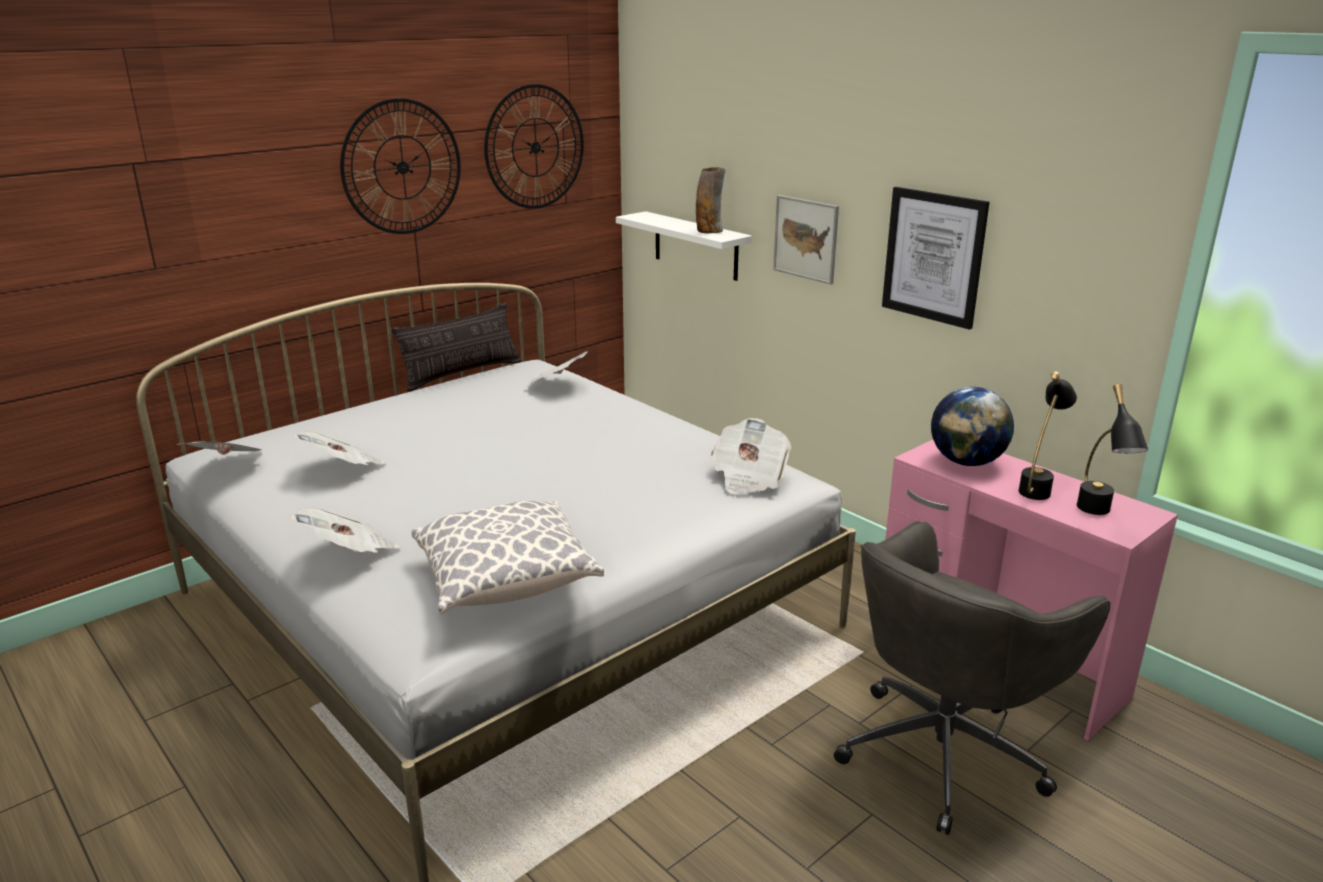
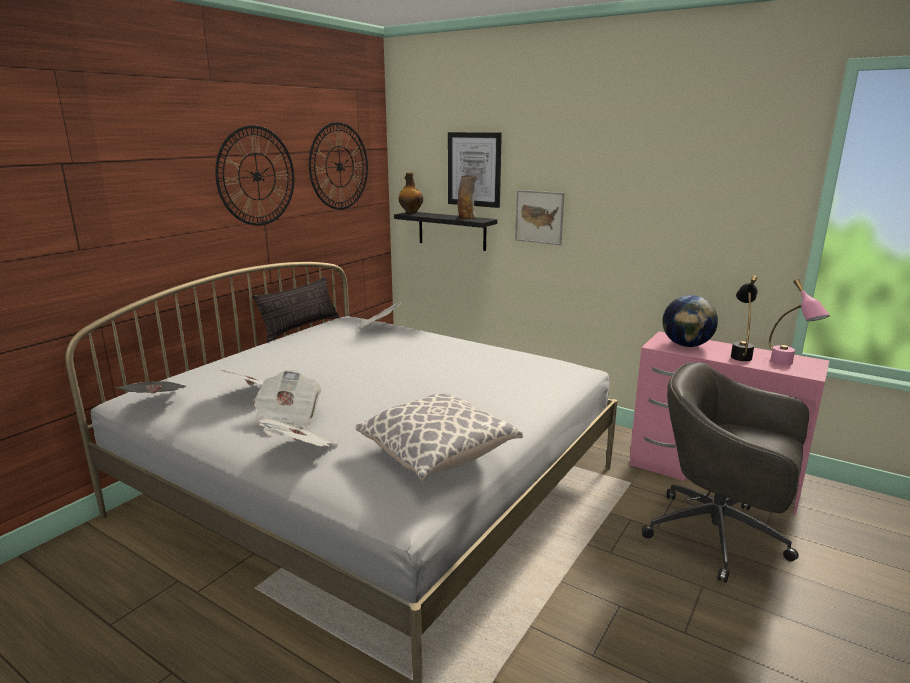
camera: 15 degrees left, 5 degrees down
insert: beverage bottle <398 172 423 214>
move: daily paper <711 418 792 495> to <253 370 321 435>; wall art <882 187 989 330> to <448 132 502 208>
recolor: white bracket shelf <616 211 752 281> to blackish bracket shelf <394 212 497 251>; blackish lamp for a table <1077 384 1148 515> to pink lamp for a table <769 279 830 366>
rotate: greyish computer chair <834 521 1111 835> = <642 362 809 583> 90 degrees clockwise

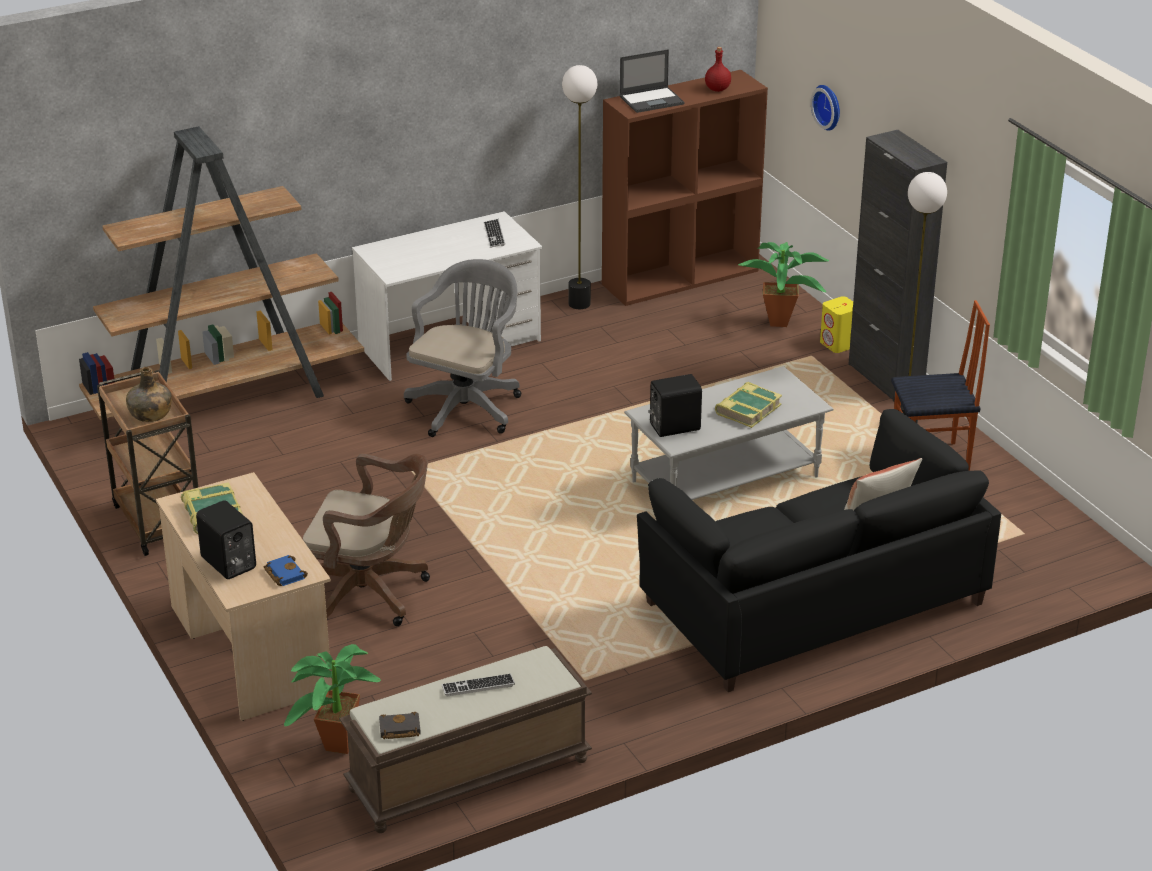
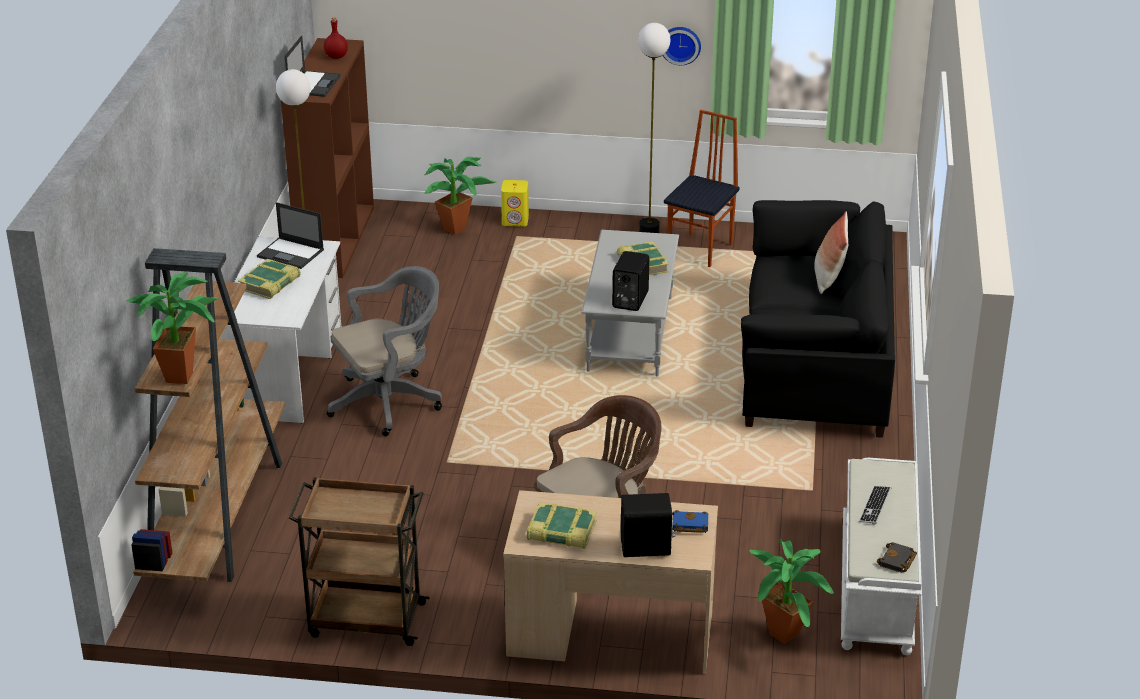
camera: 55 degrees left, 0 degrees up
delete: green-coloured beverage bottle <126 367 172 422>; blackish cabinet <848 130 947 402>
insert: potted plant <126 272 219 384>; bound book <238 259 300 299>
move: hanging clock <811 85 840 131> to <662 27 701 65>
replace: keyboard <484 219 505 248> to notebook computer <257 202 324 269>
recolor: brown long seat <339 646 592 833> to white long seat <841 458 922 655>
rotate: greyish computer chair <404 259 522 437> = <327 266 442 436> 90 degrees clockwise

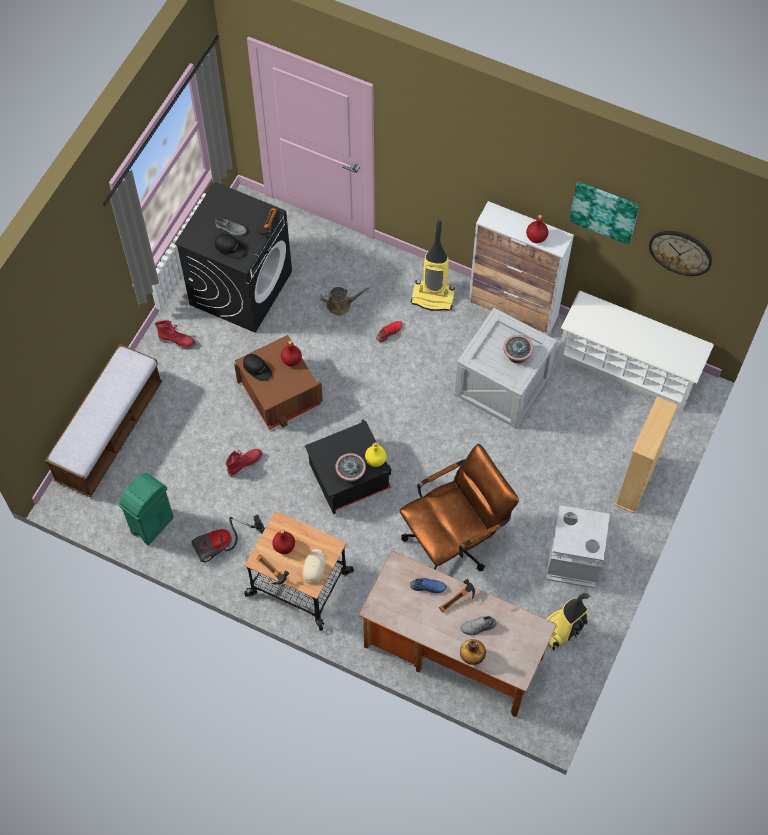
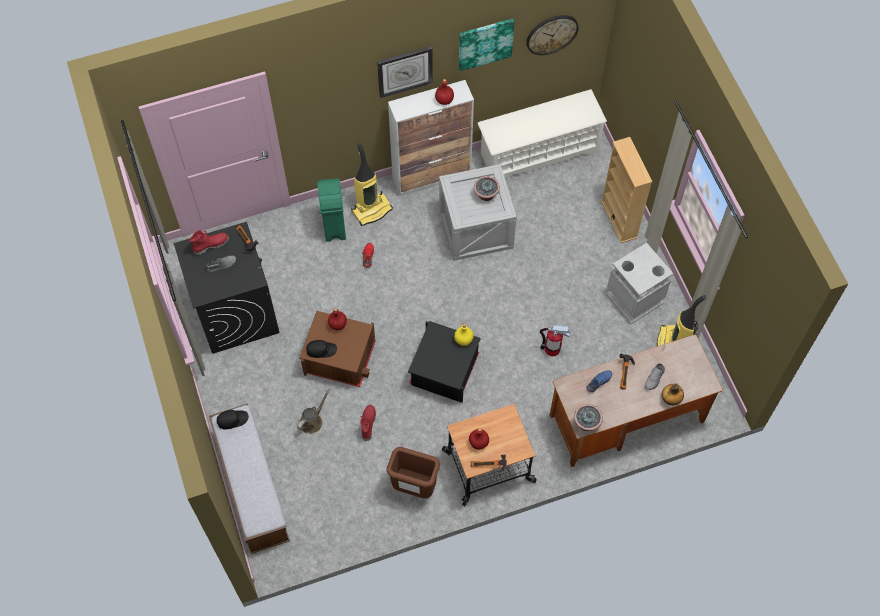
camera: 45 degrees left, 0 degrees up
delete: sand-coloured baseball cap <303 549 325 584>
insert: hanging clock <377 46 433 98>
move: green-coloured trash can <118 473 174 545> to <317 178 346 242>; red-coloured boot <155 320 196 349> to <189 230 229 255>; blackish baseball cap <215 234 247 258> to <217 410 249 429>; brown watering can <320 286 372 316> to <297 388 330 434>; potted plant <335 453 366 482> to <574 404 603 431>
replace: hoover <192 514 265 562> to brown trash can <386 447 440 499>; brown computer chair <399 444 519 571> to extinguisher <539 325 570 356>

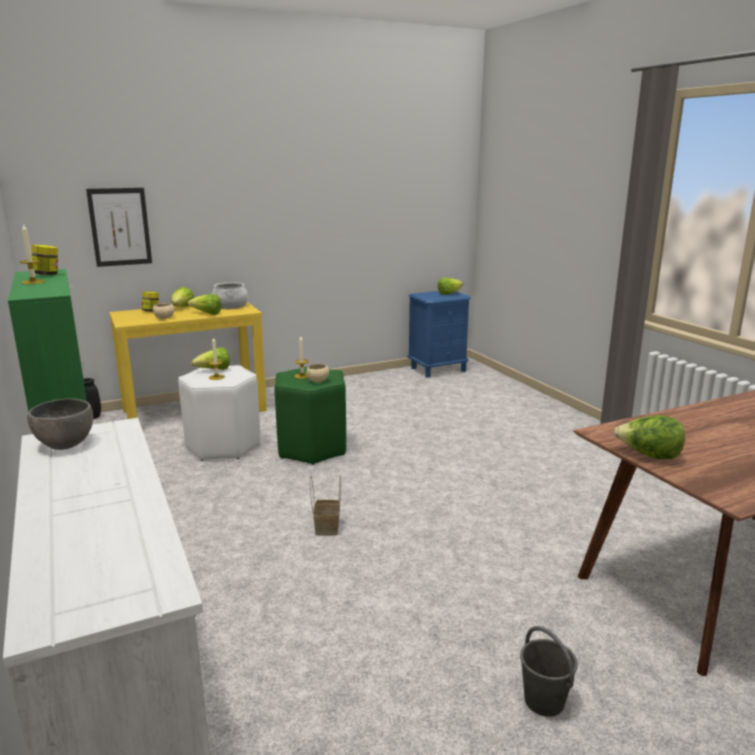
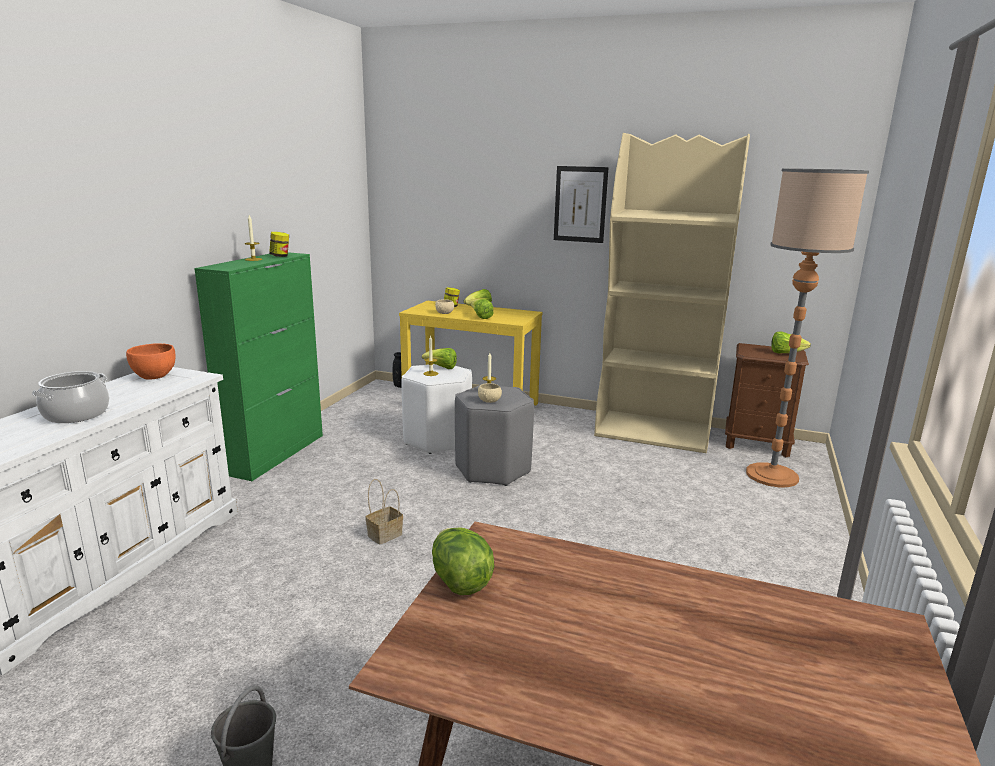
camera: 45 degrees right, 0 degrees up
insert: sand-coloured shelving unit <594 133 750 453>; standard lamp <746 168 869 488>
move: wall art <86 188 152 267> to <554 166 609 243>; saucepot <212 282 248 309> to <32 371 109 423>
recolor: greyish bowl <27 398 93 450> to orange bowl <126 343 176 380>; green-coloured sitting stool <274 367 346 465> to greyish sitting stool <455 385 534 486>; bluish nightstand <408 291 471 378> to brown nightstand <725 343 809 457>

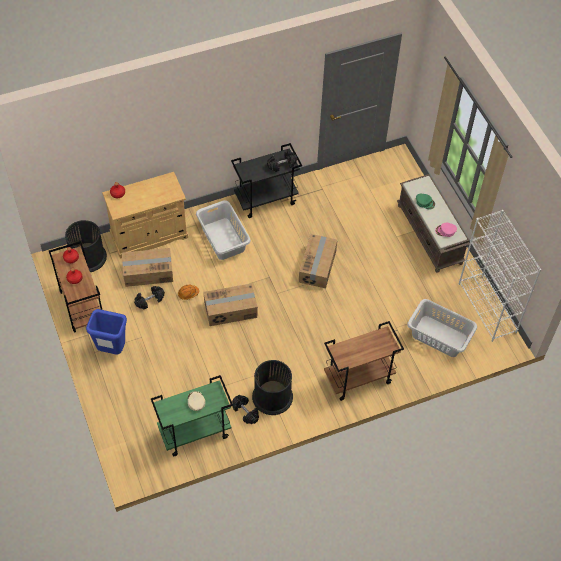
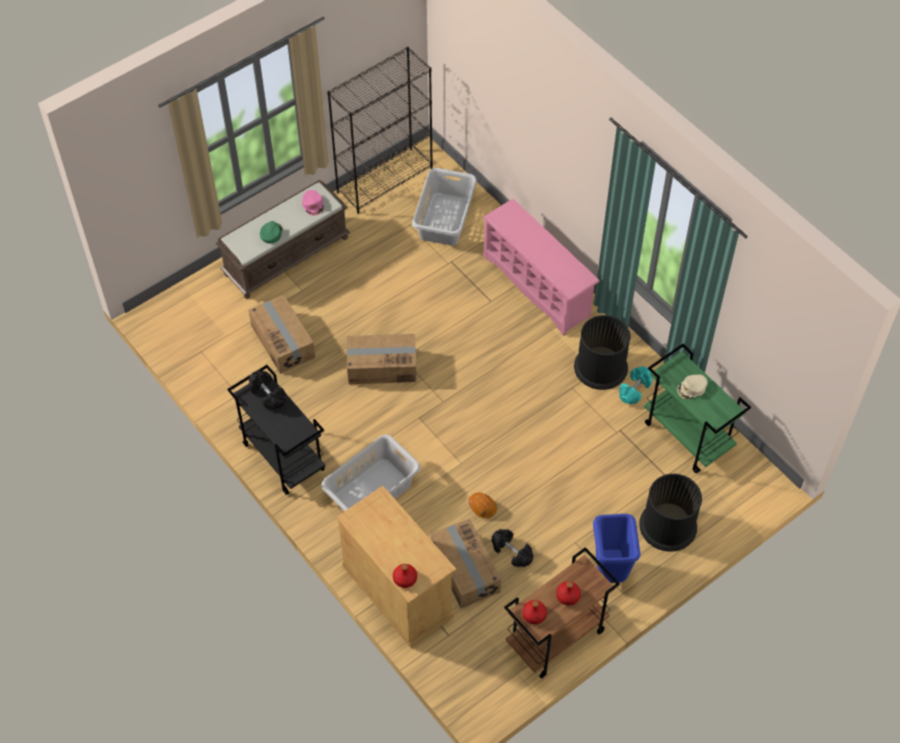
camera: 105 degrees left, 0 degrees up
move: blackish trash can <65 220 107 272> to <639 474 702 552>; carton <203 283 258 326> to <248 295 315 374>
replace: brown cart <324 321 404 401> to pink shoe shelf <483 199 600 335>
recolor: blackish free weight <232 395 259 424> to blue-green free weight <619 366 653 404>; white shelving unit <459 210 541 342> to blackish shelving unit <327 47 433 214>

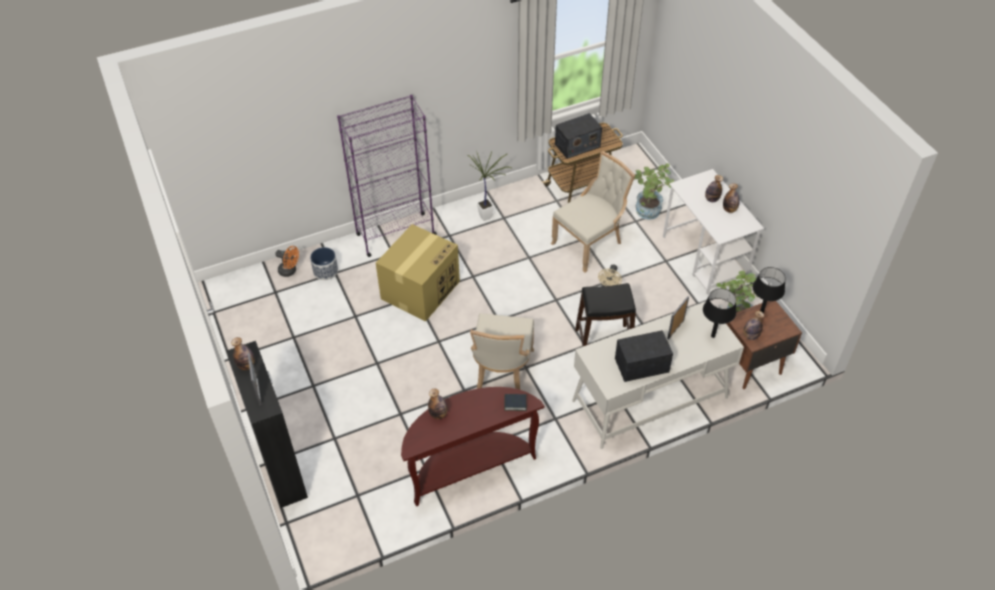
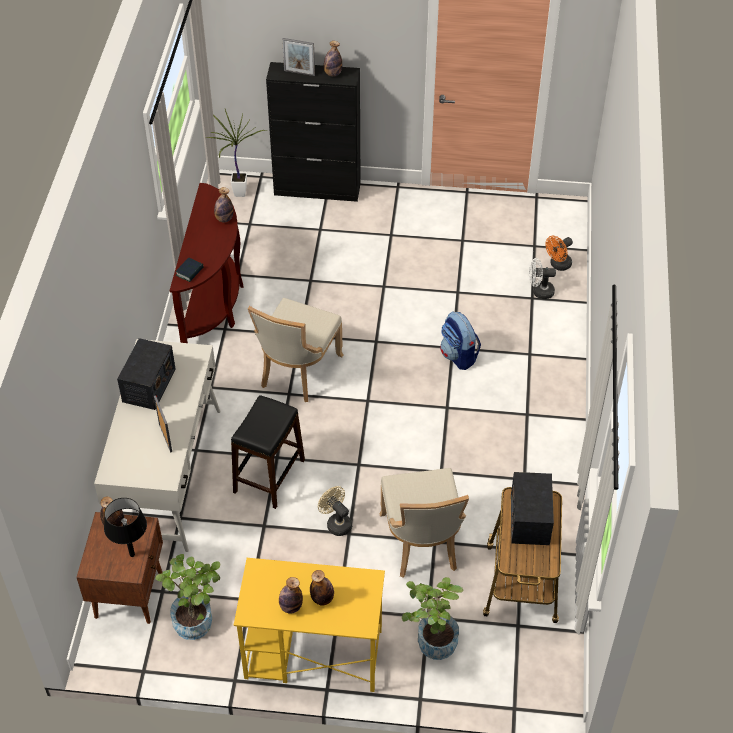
camera: 120 degrees right, 0 degrees up
delete: purple-coloured shelving unit <337 95 437 257>; blackish lamp for a table <703 288 736 338>
move: potted plant <467 152 512 221> to <206 109 267 197>
replace: plant pot <310 247 338 280> to white fan <529 258 556 299>; carton <376 224 460 321> to backpack <440 312 481 370>
recolor: white desk <663 169 764 295> to yellow desk <234 558 385 692>
rotate: sand-coloured chair <470 313 534 389> = <248 298 343 402> 105 degrees counterclockwise

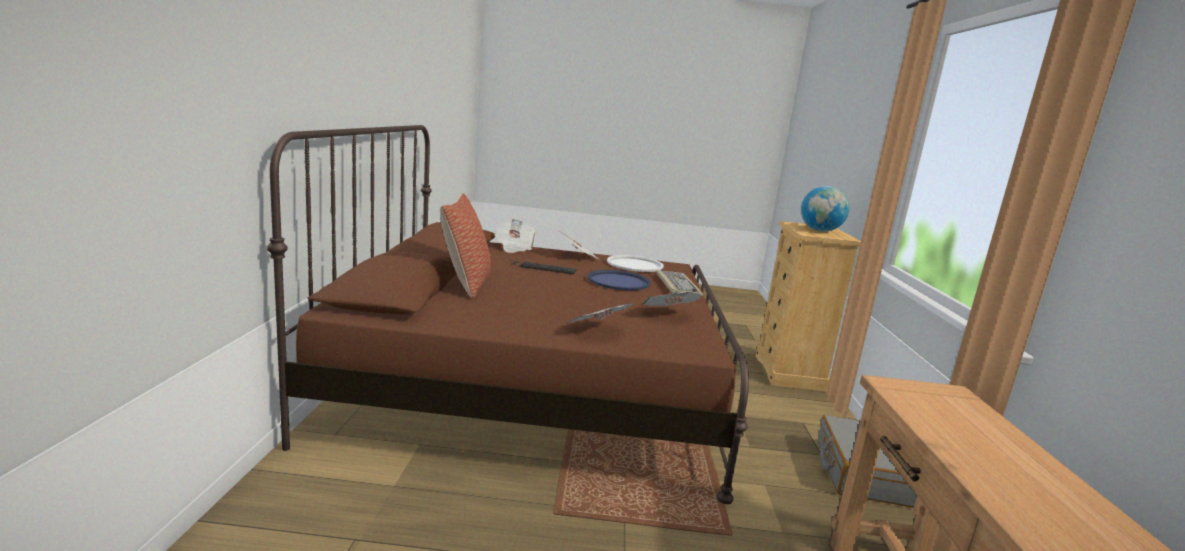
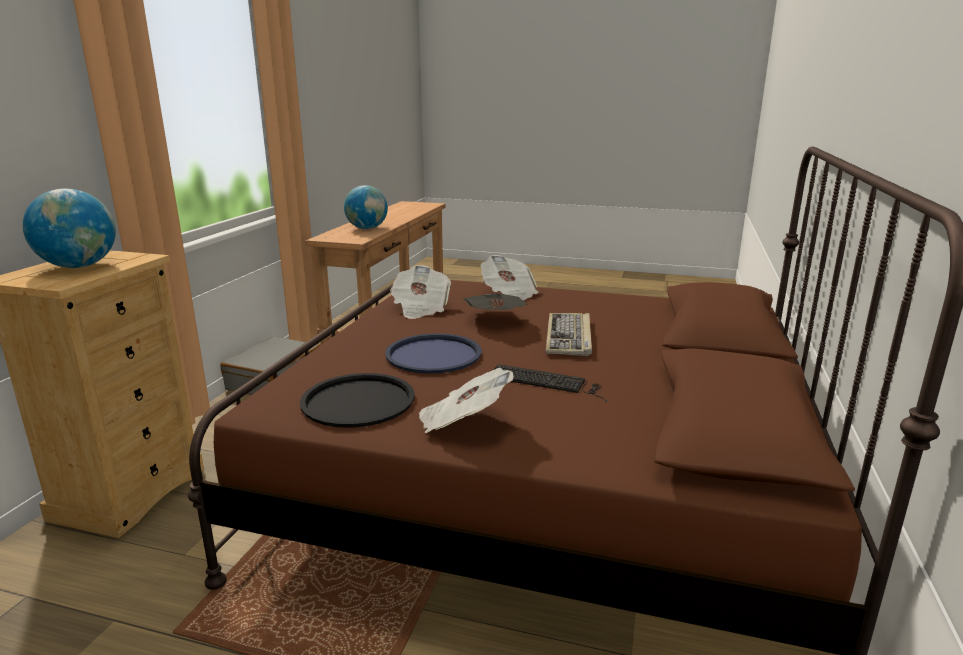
camera: 165 degrees left, 5 degrees up
delete: cushion <440 193 491 299>
insert: desk globe <344 185 388 229>
move: daily paper <494 219 537 253> to <462 294 527 310>; keyboard <656 270 703 296> to <546 313 592 356>
recolor: white tray <607 255 664 272> to blackish tray <300 373 415 428>

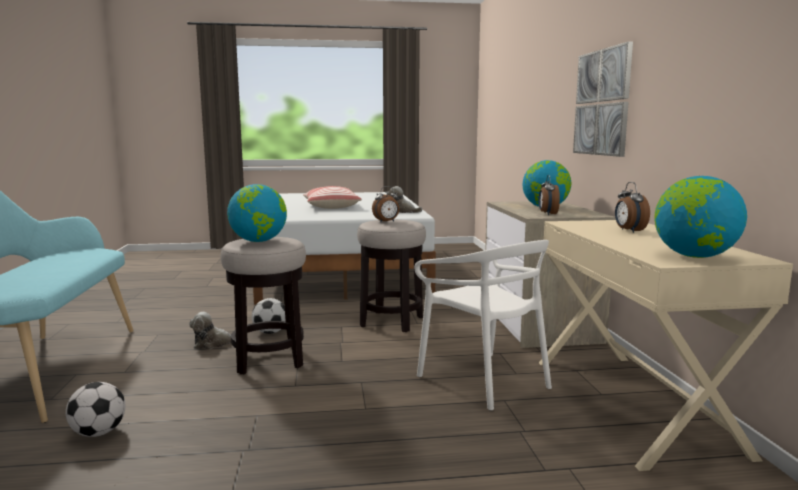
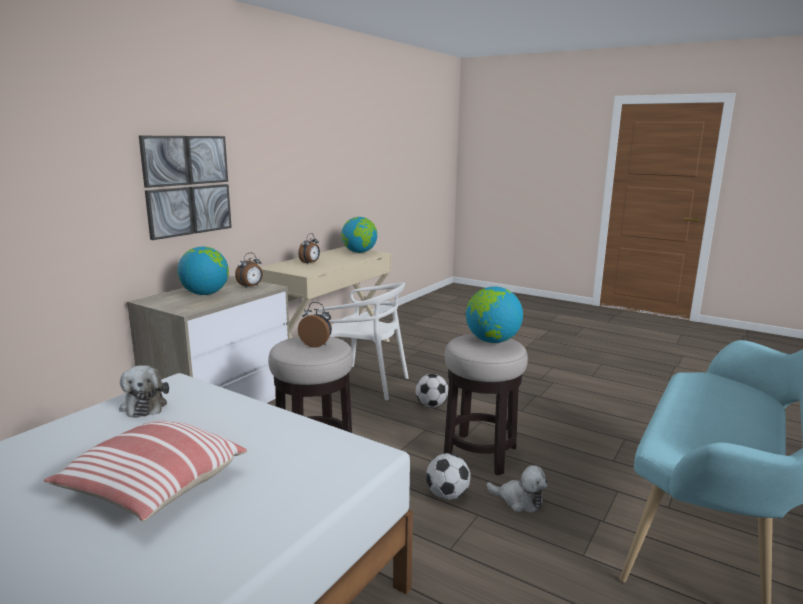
camera: 140 degrees left, 5 degrees up
move: football ball <66 382 126 437> to <416 374 448 407>
rotate: white chair <414 240 552 411> = <317 282 409 401> 105 degrees clockwise

